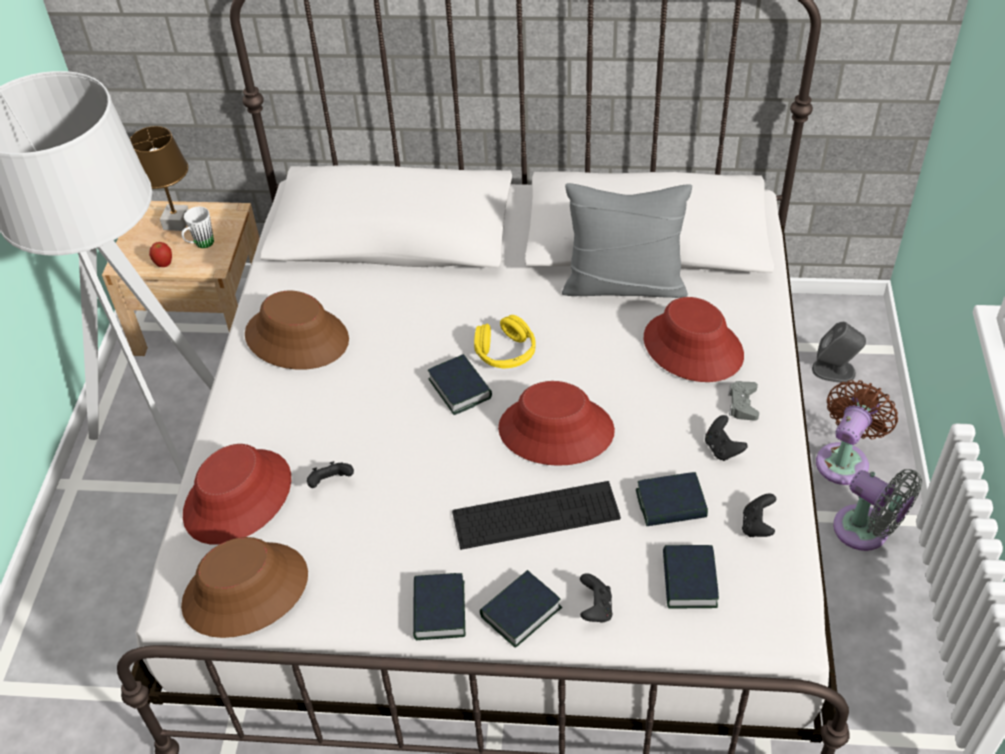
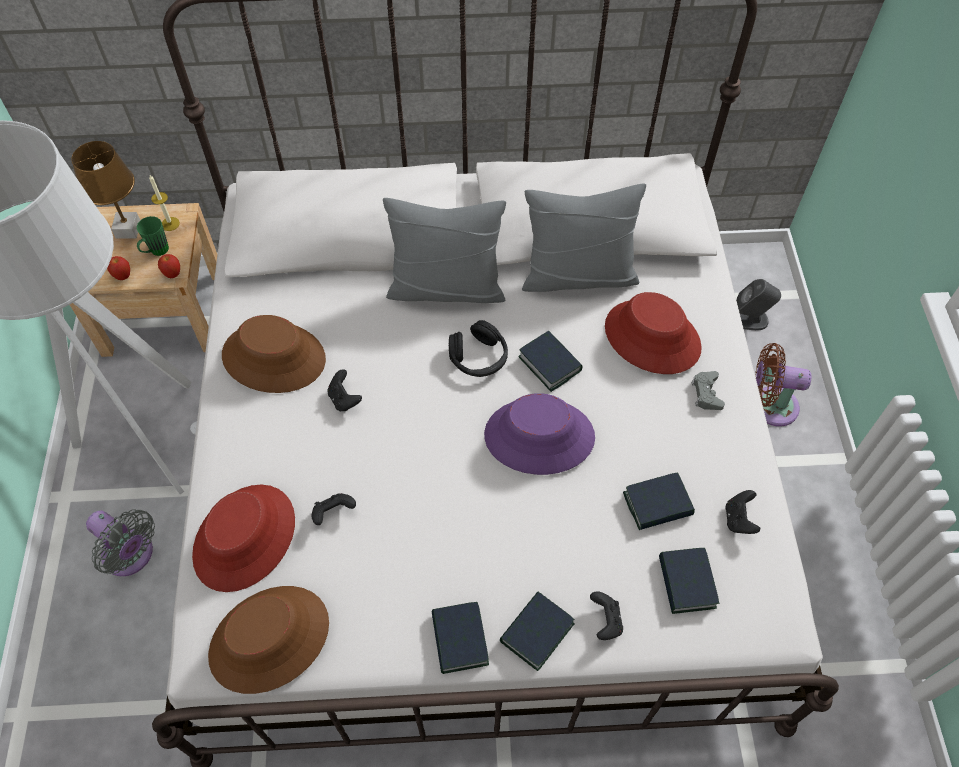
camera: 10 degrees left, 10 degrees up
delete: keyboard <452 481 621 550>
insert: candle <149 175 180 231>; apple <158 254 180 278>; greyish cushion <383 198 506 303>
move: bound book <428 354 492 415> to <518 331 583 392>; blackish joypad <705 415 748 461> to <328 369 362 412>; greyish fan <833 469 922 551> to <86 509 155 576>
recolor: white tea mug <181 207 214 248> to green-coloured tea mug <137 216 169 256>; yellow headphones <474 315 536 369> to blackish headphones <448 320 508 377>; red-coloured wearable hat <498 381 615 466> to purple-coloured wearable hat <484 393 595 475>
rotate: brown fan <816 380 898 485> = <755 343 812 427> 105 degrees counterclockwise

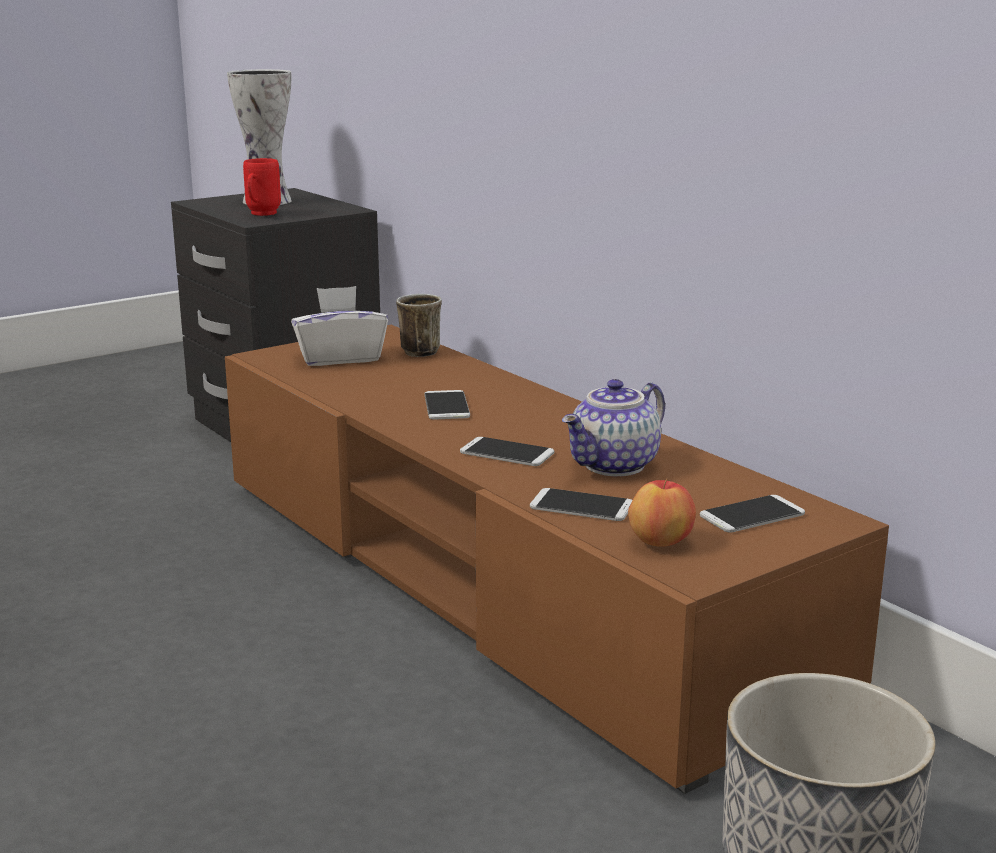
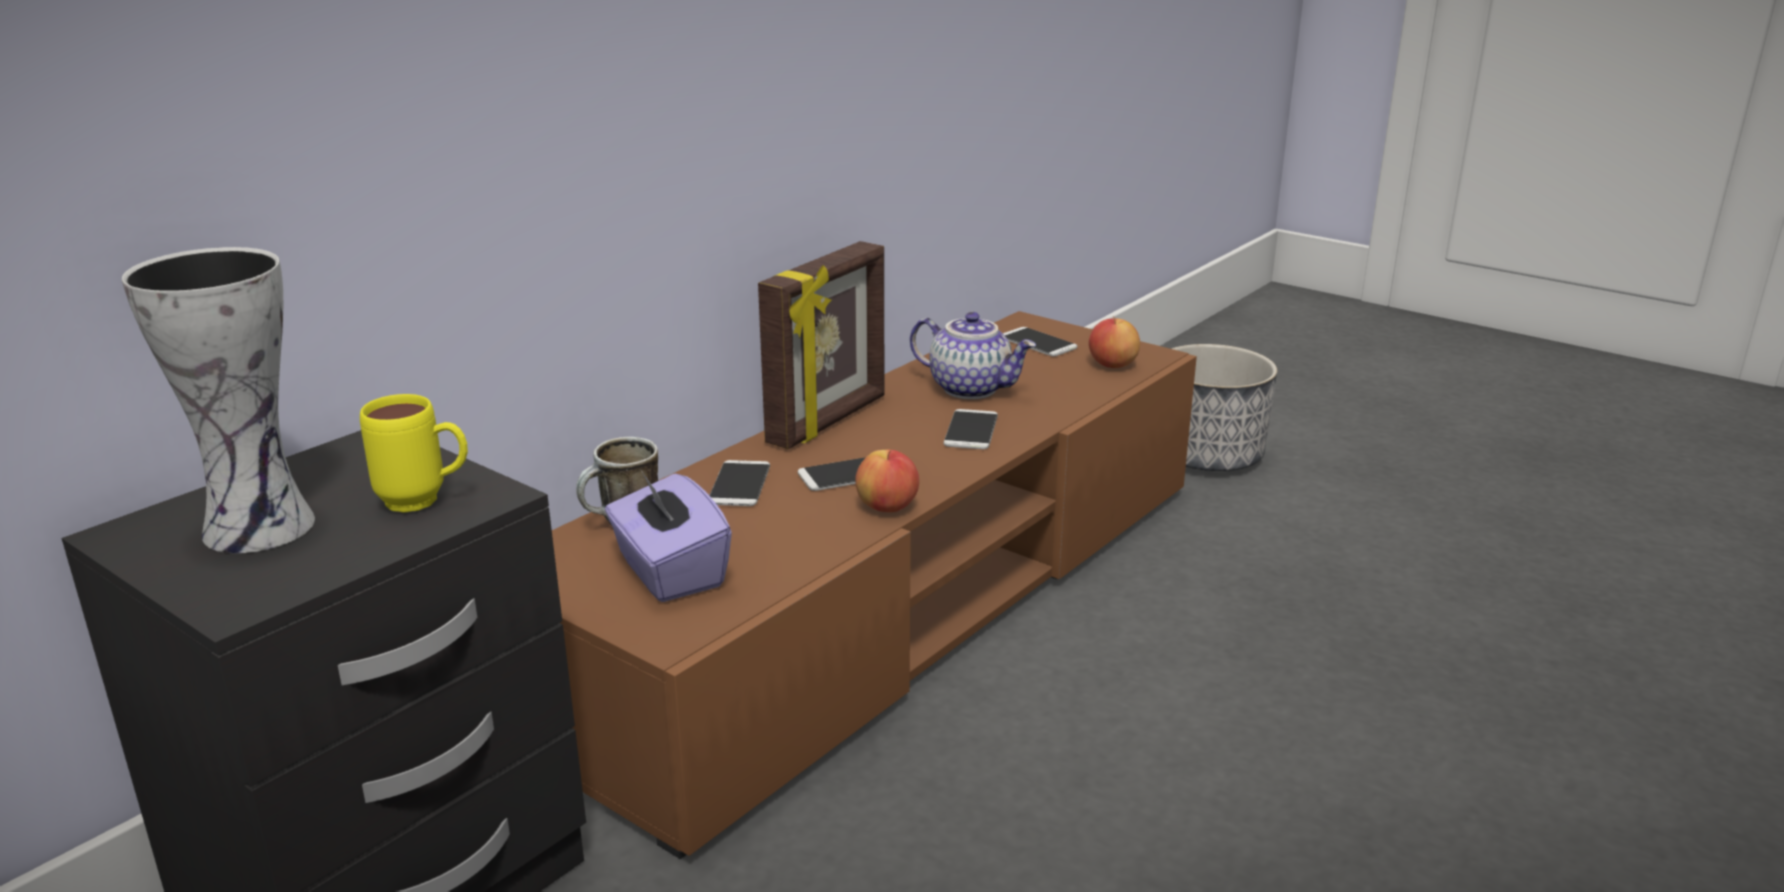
camera: 105 degrees left, 5 degrees up
insert: photo frame <758 241 885 449>; apple <855 450 919 512>
move: phone <530 488 632 521> to <709 460 770 506>
recolor: red-coloured tea mug <243 158 281 216> to yellow tea mug <360 394 468 513>; white tissue holder <291 286 388 366> to purple-coloured tissue holder <605 470 732 602>

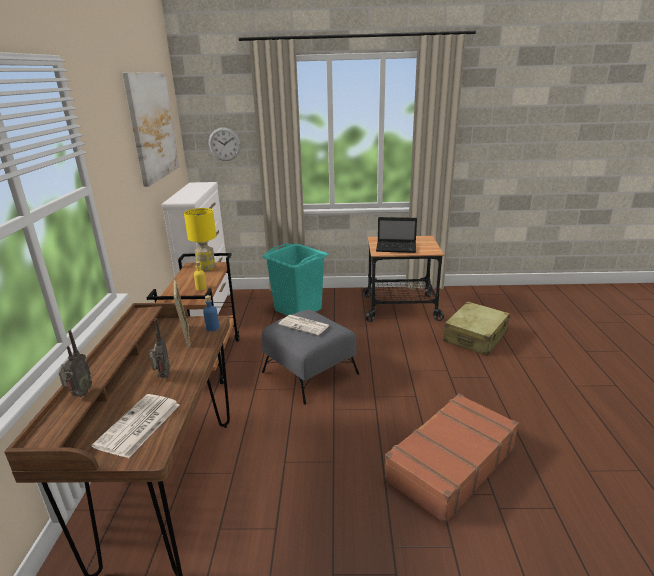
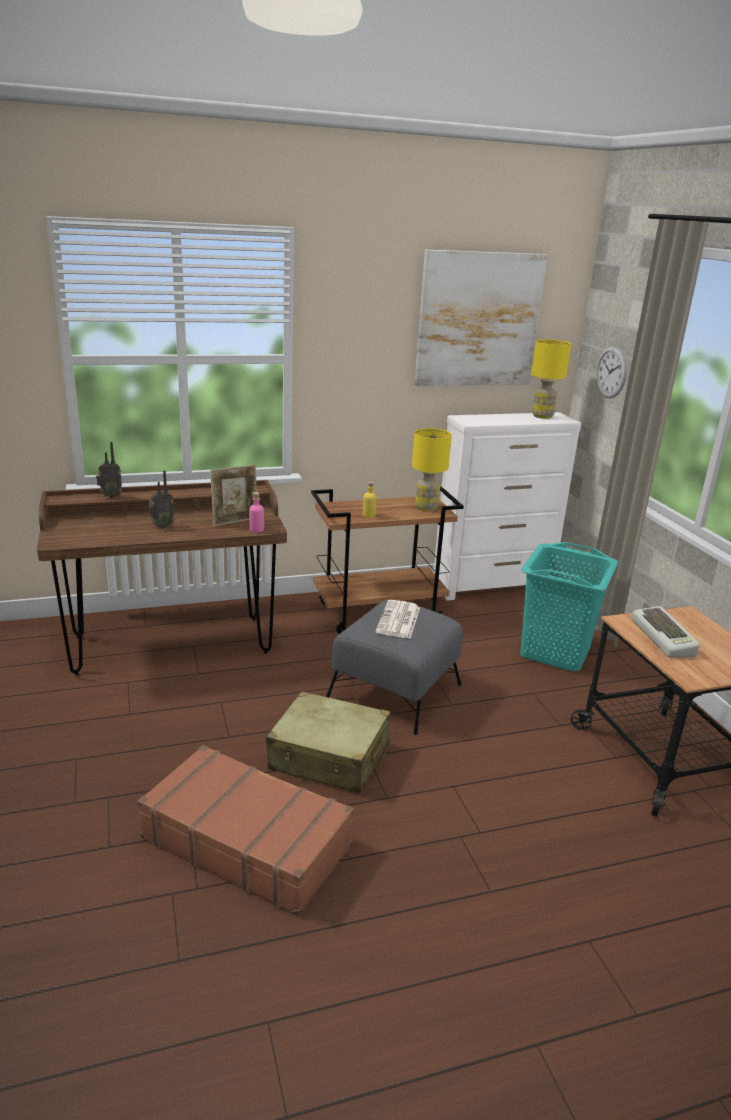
camera: 70 degrees right, 0 degrees up
delete: daily paper <92 394 180 458>
insert: yellow lamp for a table <531 339 571 419>
move: sand-coloured suitcase <443 301 510 356> to <266 691 390 794>
replace: notebook computer <376 217 417 253> to keyboard <632 606 700 658>
recolor: bluish beverage bottle <203 295 219 331> to pink beverage bottle <249 492 264 533>

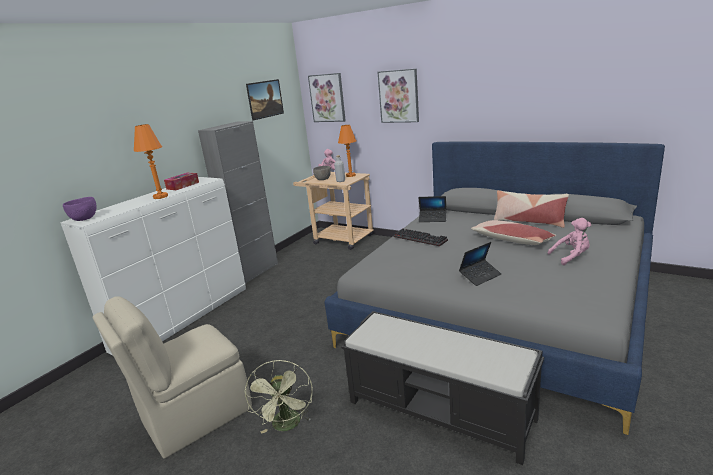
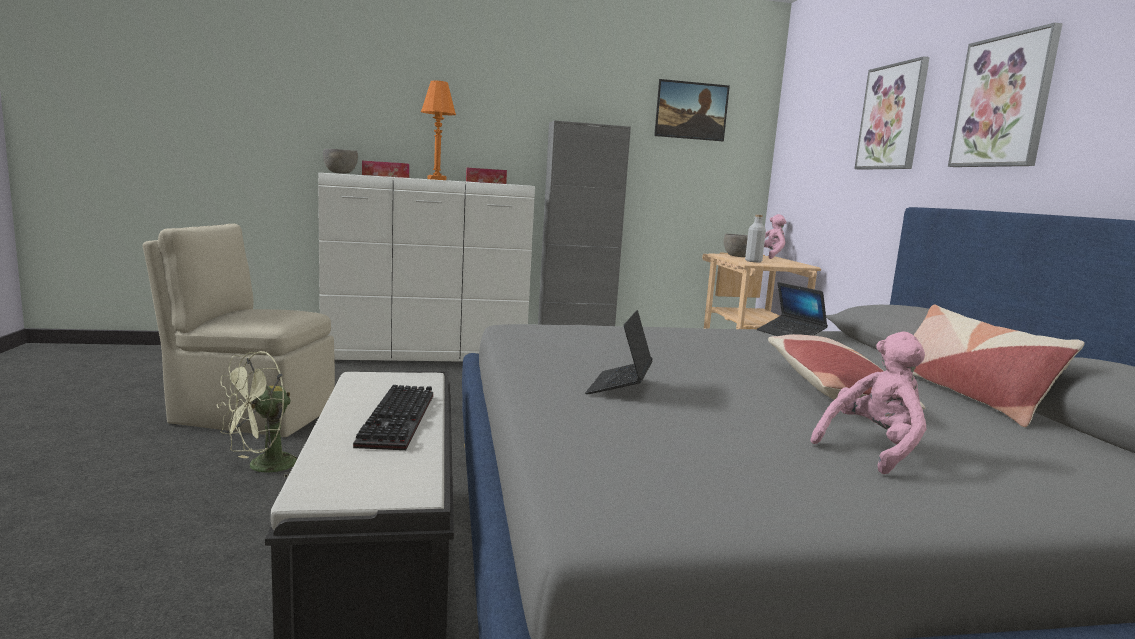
camera: 45 degrees right, 10 degrees down
delete: orange lamp for a table <338 125 357 177>
insert: tissue holder <362 161 409 178>
move: wall art <308 73 346 122> to <948 23 1063 167>; keyboard <393 228 448 246> to <353 385 433 450>
recolor: purple-coloured bowl <63 197 97 221> to greyish bowl <323 149 358 174>
rotate: notebook computer <459 242 502 286> = <585 310 653 394> 90 degrees clockwise; pink plush toy <548 218 591 265> = <811 331 927 474> 75 degrees counterclockwise

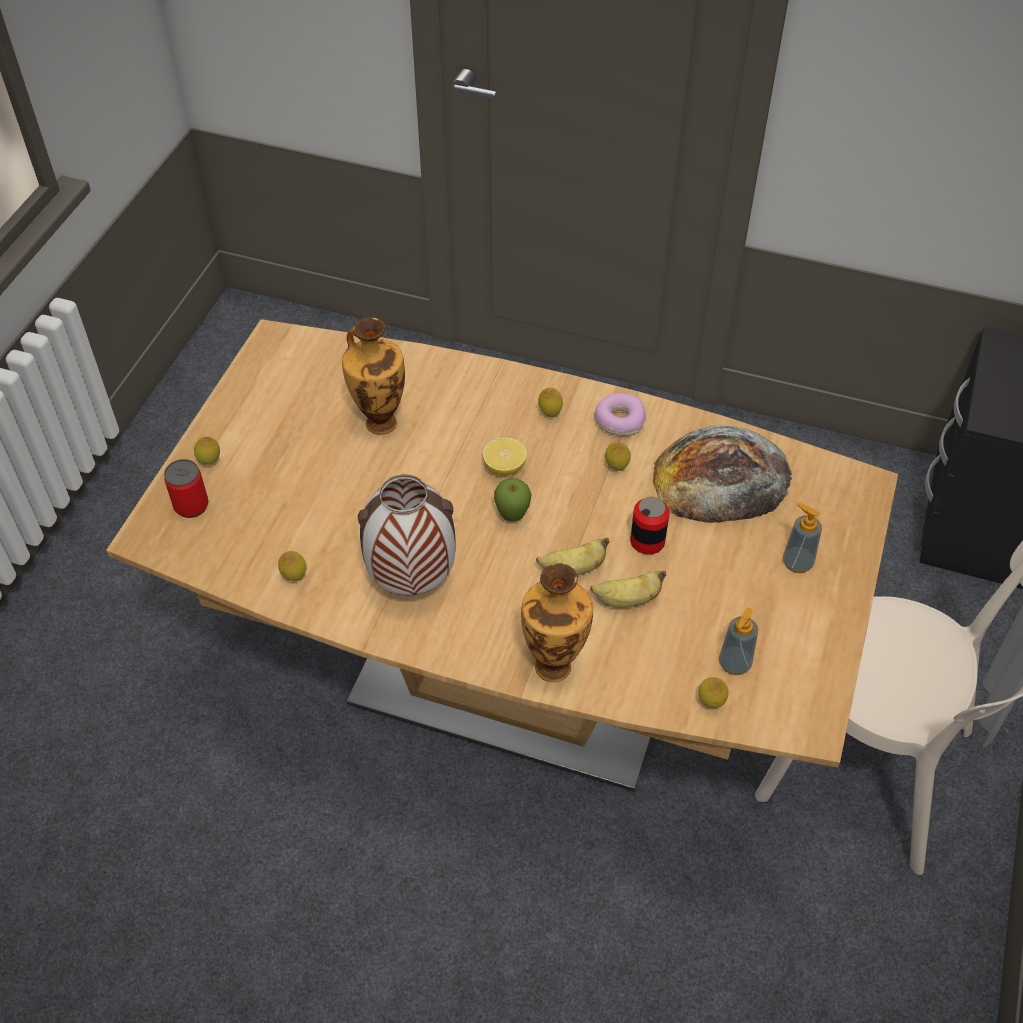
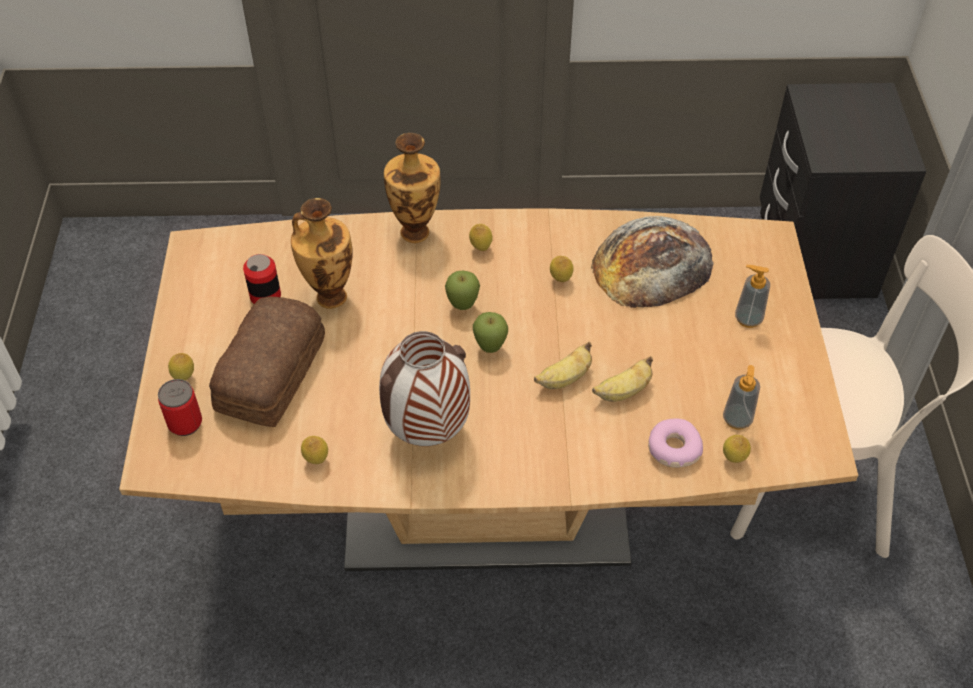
camera: 20 degrees left, 0 degrees up
insert: baked bread <209 297 325 427>
move: flower vase <521 563 593 682> to <384 133 441 243>; ring doughnut <594 393 646 436> to <648 418 703 468>; metal can <630 497 670 555> to <243 254 281 304>
replace: whole lemon <483 437 527 475> to apple <445 270 480 310>

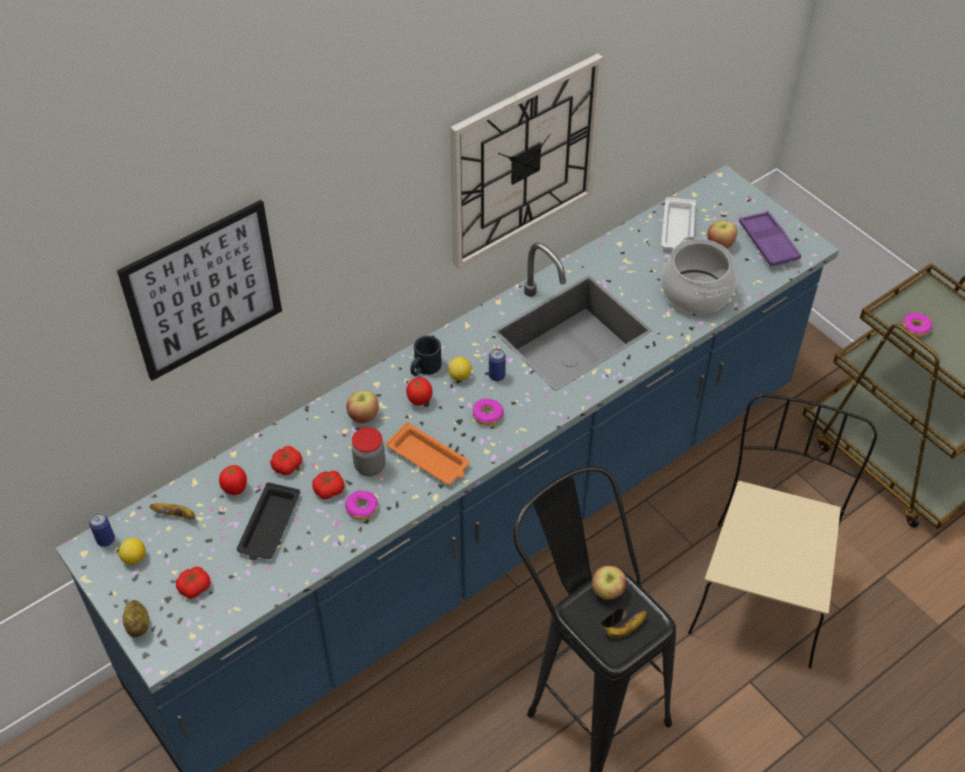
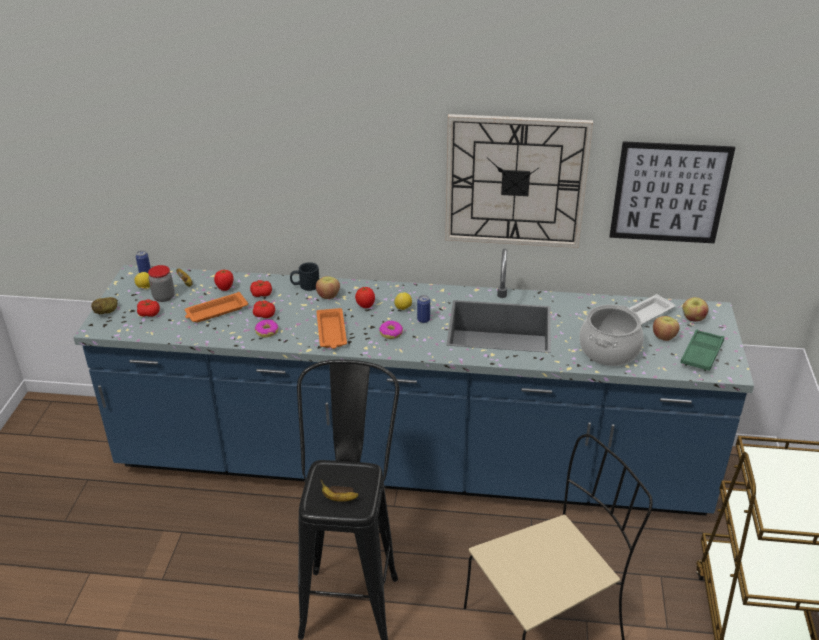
camera: 45 degrees right, 15 degrees down
delete: ring doughnut <903 313 932 337>
move: wall art <117 200 282 381> to <610 141 735 243>; preserve jar <351 427 385 476> to <148 265 174 302>; blackish tea mug <411 336 442 376> to <290 262 319 291>; apple <592 566 626 600> to <682 297 709 322>
recolor: blackish tray <237 482 300 560> to orange tray <185 292 248 323>; purple-coloured tray <739 211 801 267> to green-coloured tray <680 329 724 371>

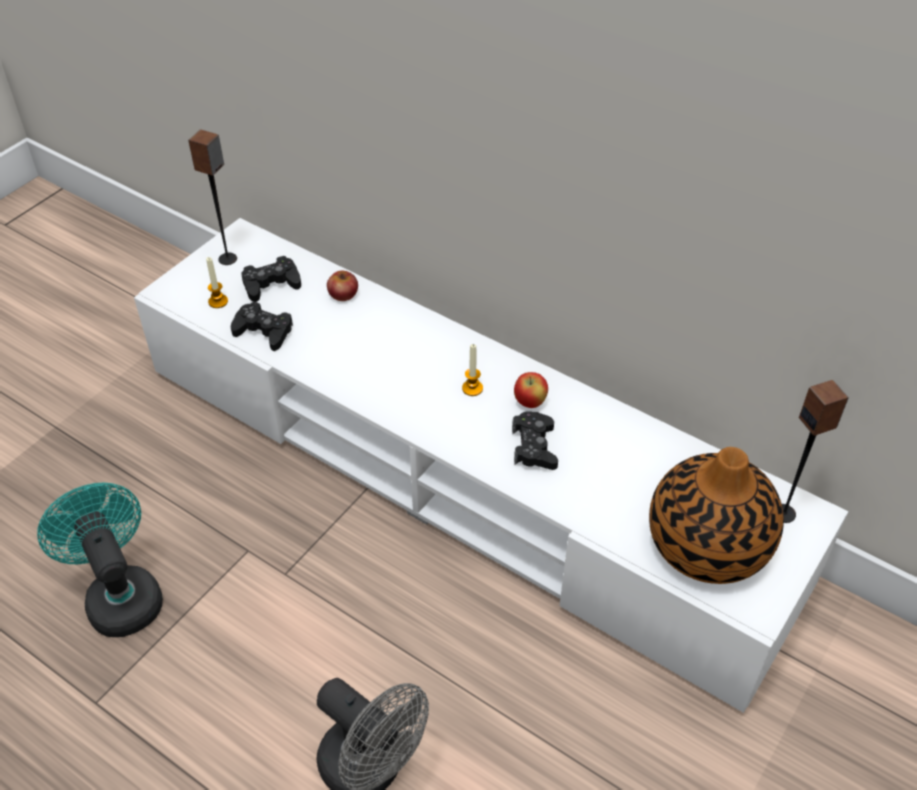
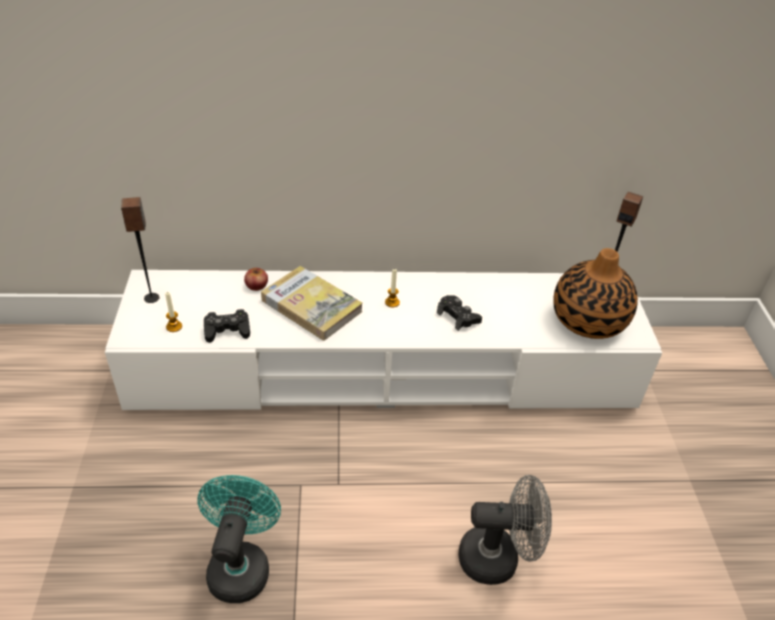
camera: 40 degrees left, 5 degrees down
delete: blackish joypad <241 256 301 302>; apple <514 372 548 408>
insert: bound book <261 266 363 341>
rotate: blue-green fan <37 483 163 637> = <197 475 281 603> 75 degrees clockwise

